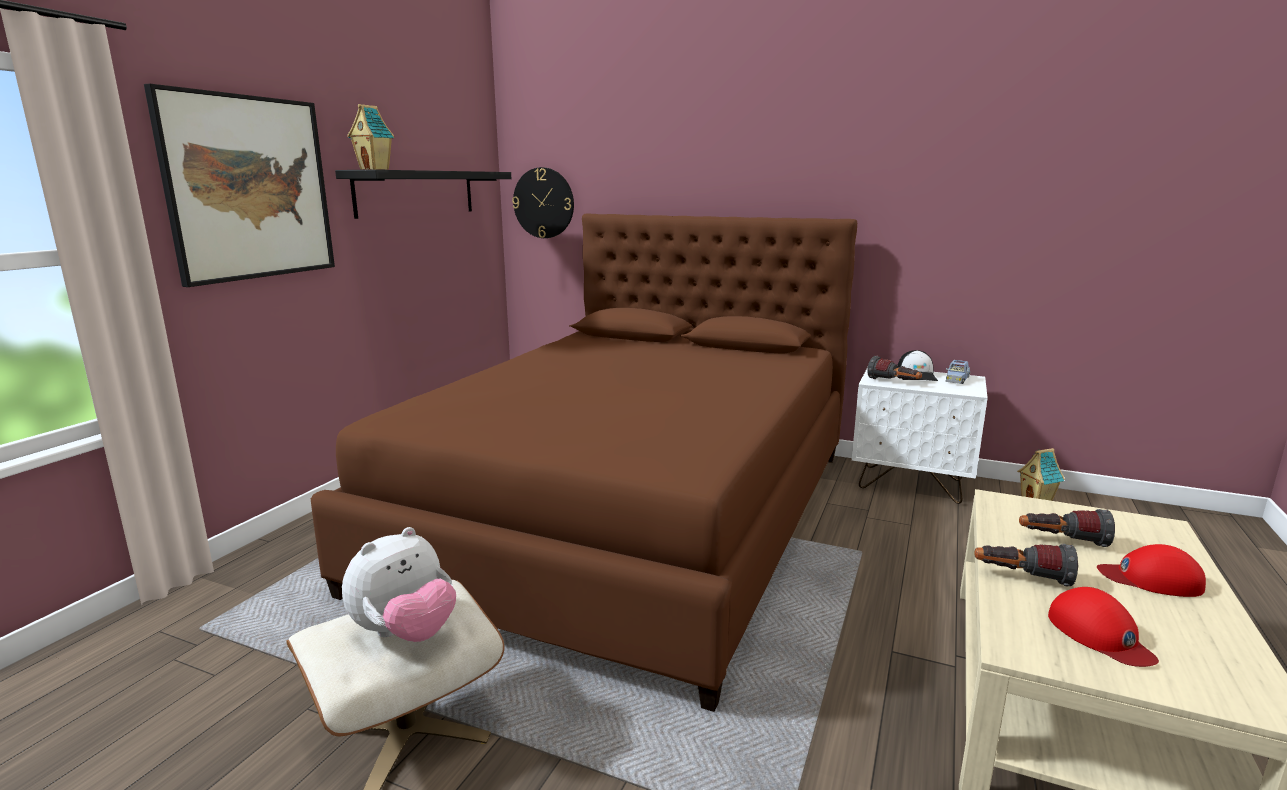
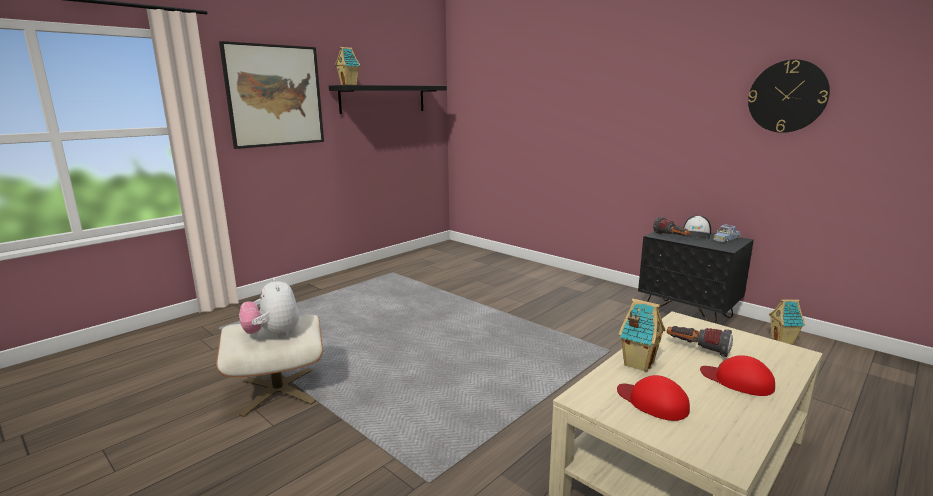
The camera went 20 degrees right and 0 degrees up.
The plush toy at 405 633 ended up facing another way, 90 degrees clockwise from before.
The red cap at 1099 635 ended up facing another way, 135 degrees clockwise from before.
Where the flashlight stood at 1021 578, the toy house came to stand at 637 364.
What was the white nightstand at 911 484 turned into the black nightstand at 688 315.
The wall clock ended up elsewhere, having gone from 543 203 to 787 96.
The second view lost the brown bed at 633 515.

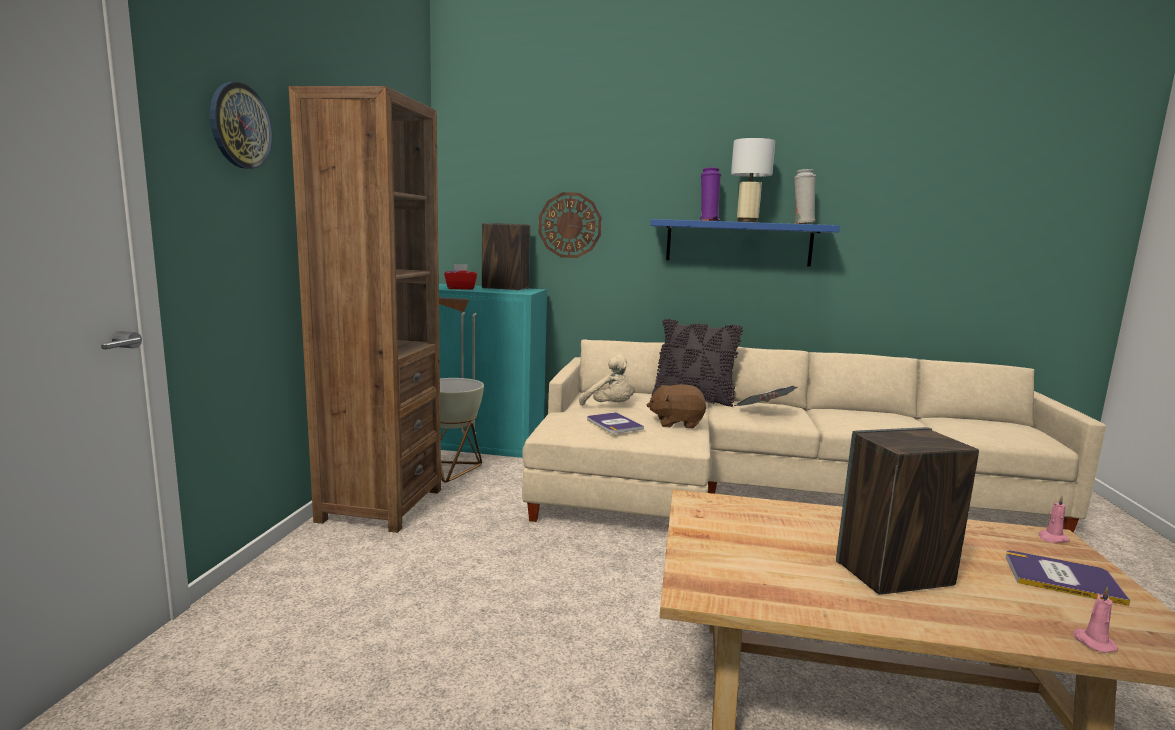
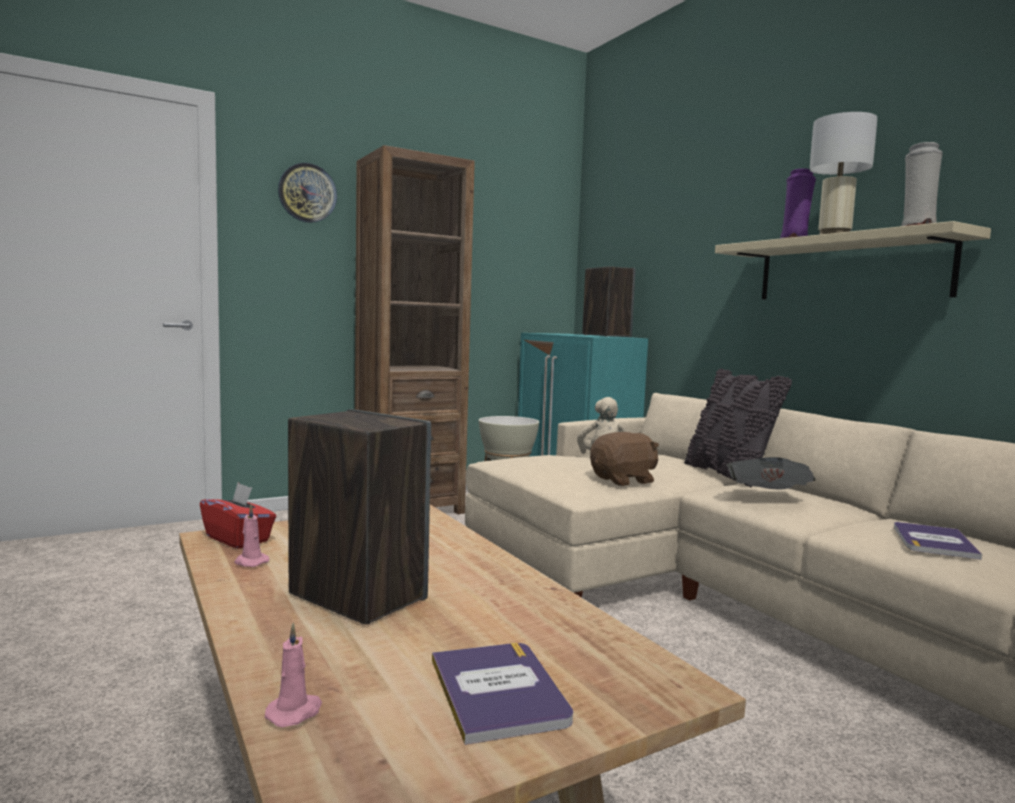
The camera went 50 degrees right and 5 degrees down.
The red tissue box ended up elsewhere, having gone from 460 288 to 238 539.
The pink candle ended up elsewhere, having gone from 1052 538 to 250 562.
The brown plush toy at 676 423 ended up facing another way, 105 degrees clockwise from before.
What was the blue shelf at 738 243 turned into the beige shelf at 849 269.
The book ended up elsewhere, having gone from 614 424 to 933 541.
The second view lost the wall clock at 570 225.

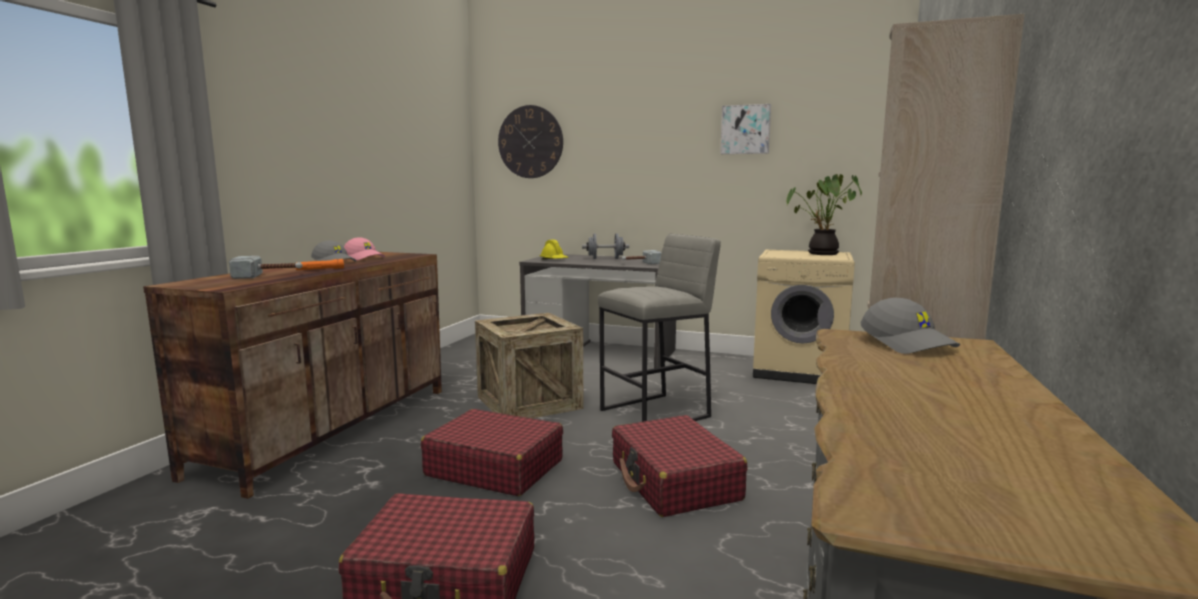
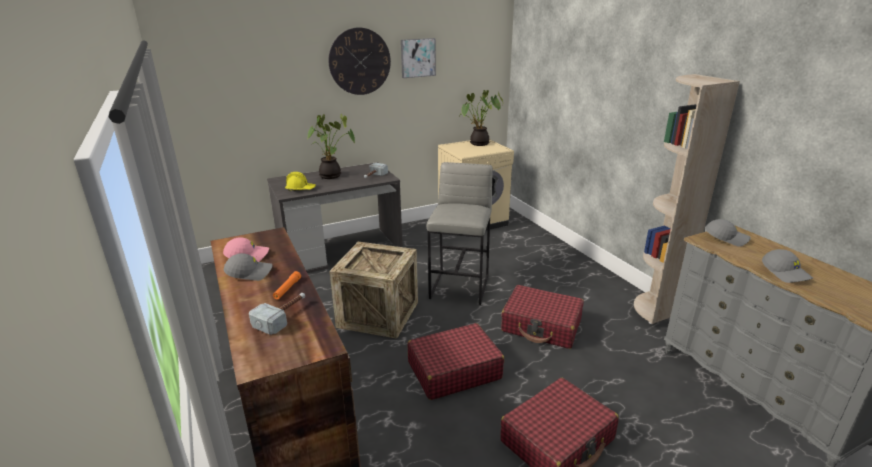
The camera went 45 degrees left and 15 degrees up.
Where the grey dumbbell stood at 605 258, the potted plant came to stand at 332 176.
The wall clock ended up elsewhere, having gone from 530 142 to 359 61.
The second view gained the grey cap at 786 273.

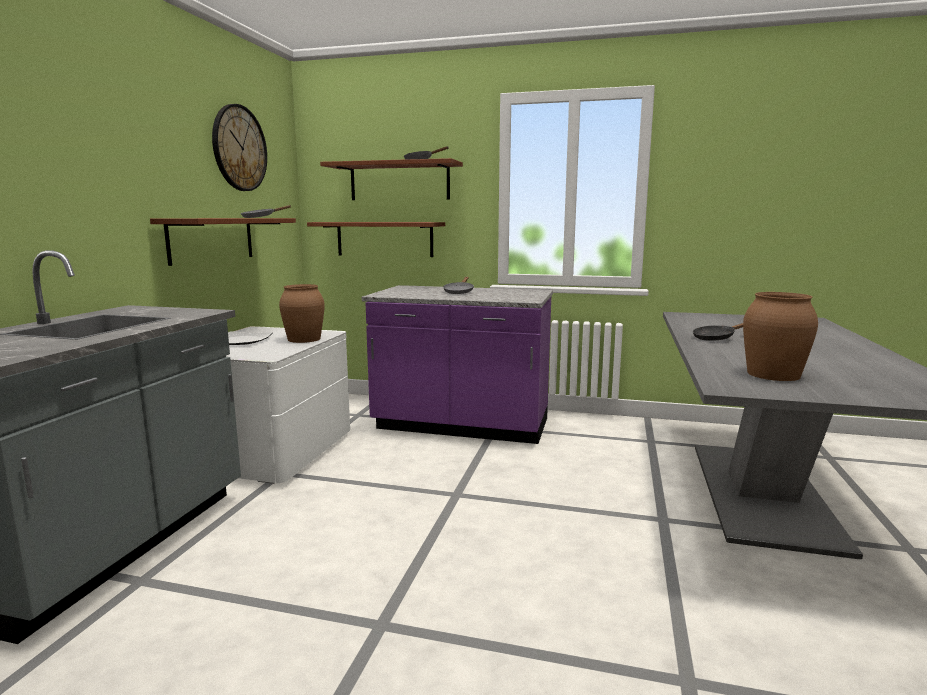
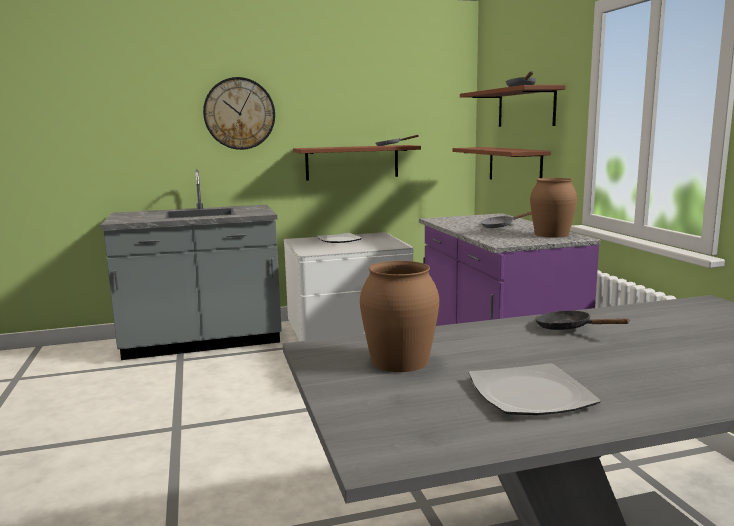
The camera went 60 degrees right and 0 degrees up.
The wall clock ended up elsewhere, having gone from 239 148 to 239 113.
The second view gained the plate at 530 394.
The brown vase ended up elsewhere, having gone from 304 339 to 552 234.

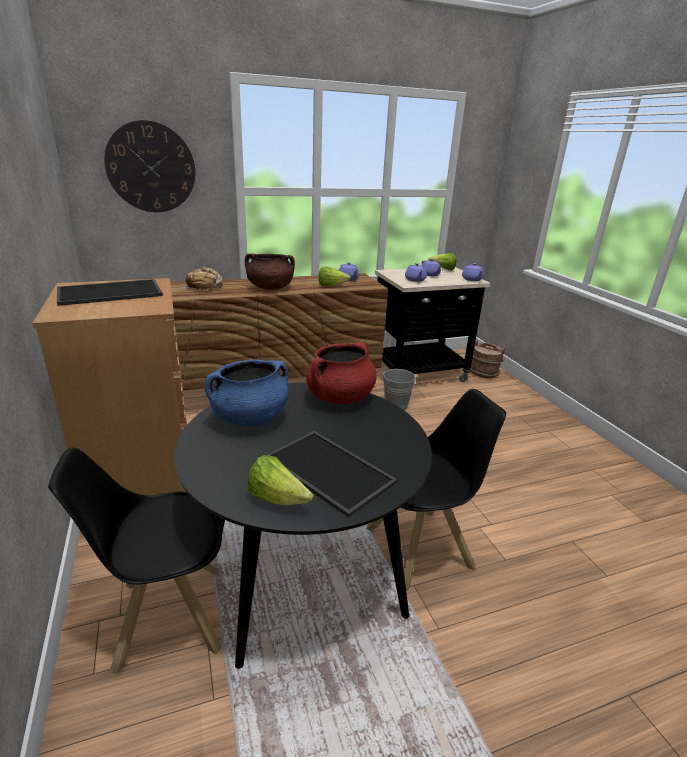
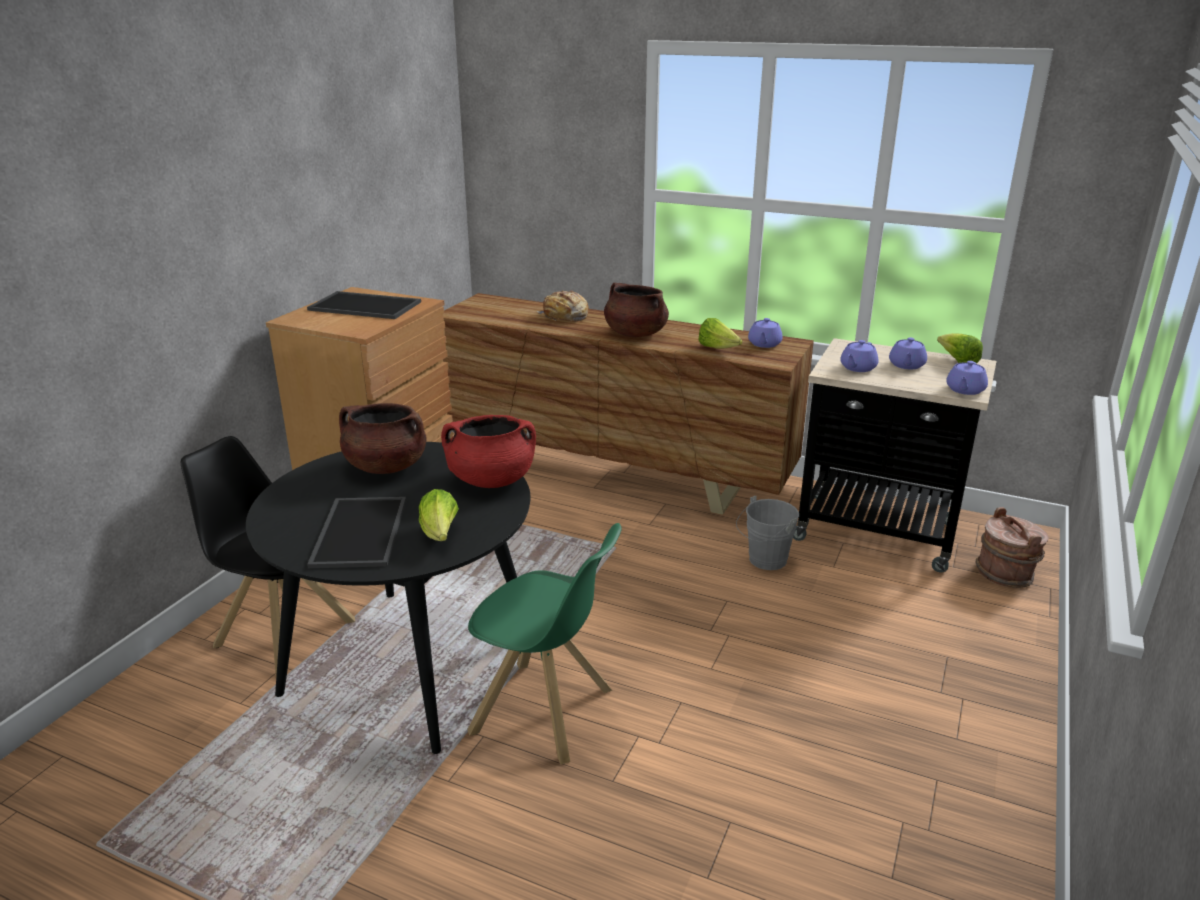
The camera went 45 degrees right and 0 degrees up.
What was the blue cooking pot at 250 418 turned into the brown cooking pot at 385 466.
The lettuce ended up elsewhere, having gone from 277 498 to 440 534.
What was the black chair at 421 546 turned into the green chair at 545 712.
The second view lost the wall clock at 151 167.

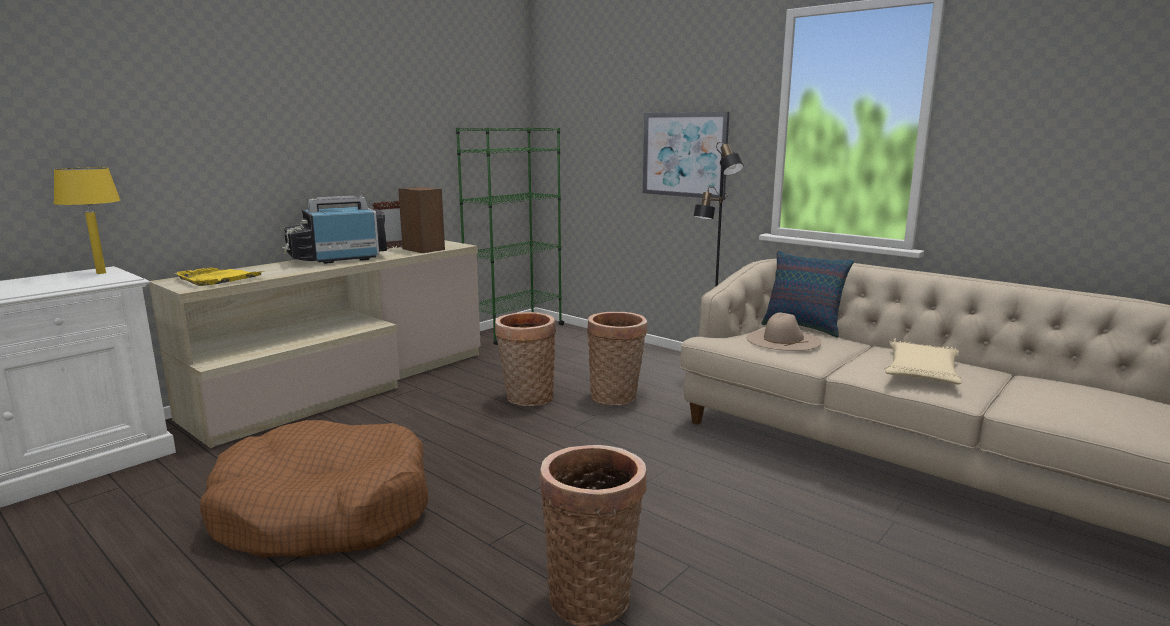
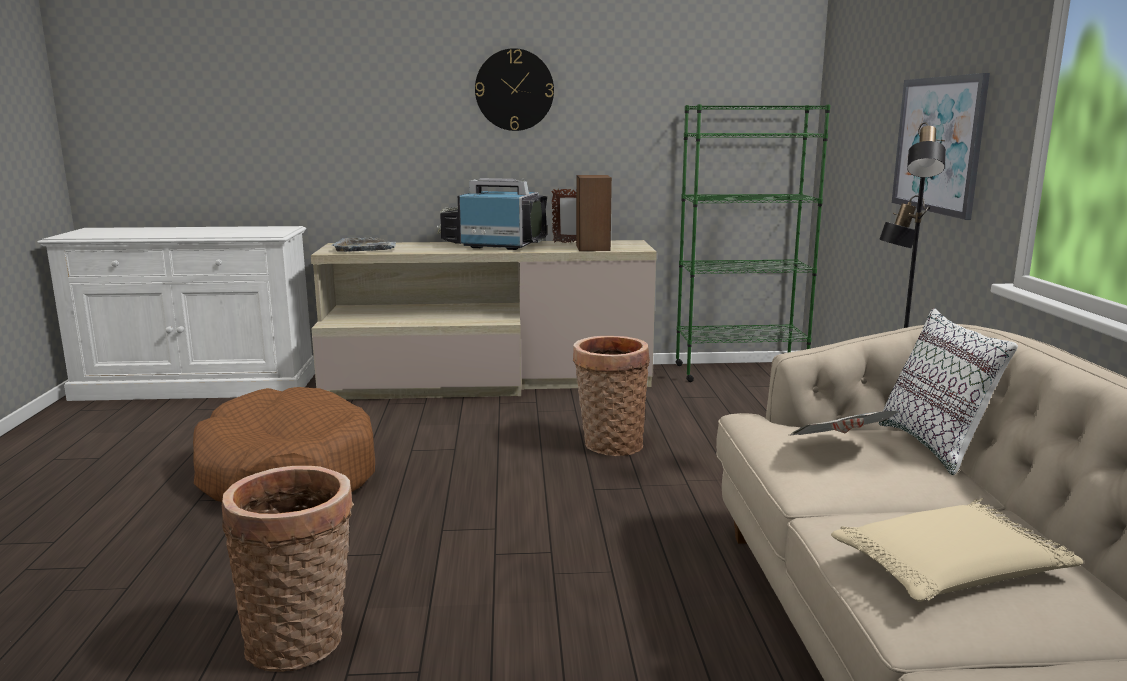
The camera went 45 degrees right and 0 degrees up.
What was the yellow tray at 218 279 turned into the grey tray at 366 248.
The second view gained the wall clock at 514 90.
Where the beige hat stood at 783 340, the newspaper came to stand at 839 449.
What was the blue pillow at 802 328 turned into the white pillow at 932 447.
The second view lost the yellow table lamp at 100 273.
The second view lost the basket at 616 397.

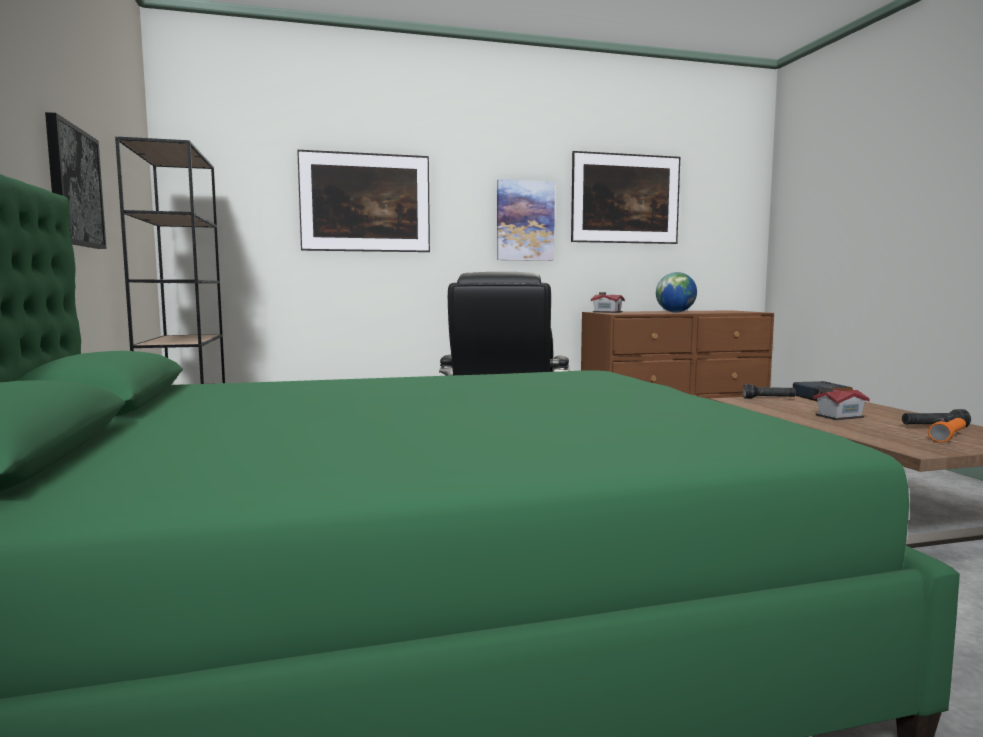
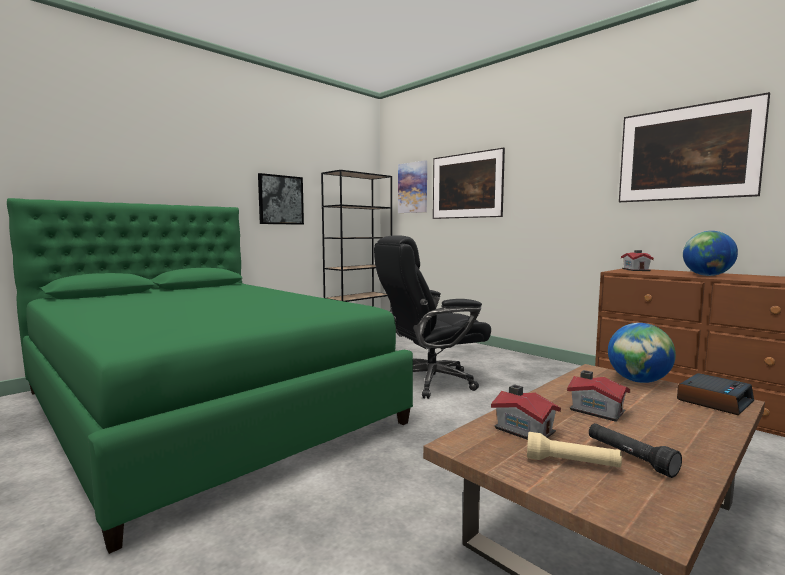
The camera went 60 degrees right and 0 degrees up.
The picture ended up elsewhere, having gone from 525 221 to 413 187.
The second view gained the toy house at 524 429.
What was the orange flashlight at 948 437 turned into the beige flashlight at 572 463.
Where the black flashlight stood at 769 398, the globe came to stand at 638 381.

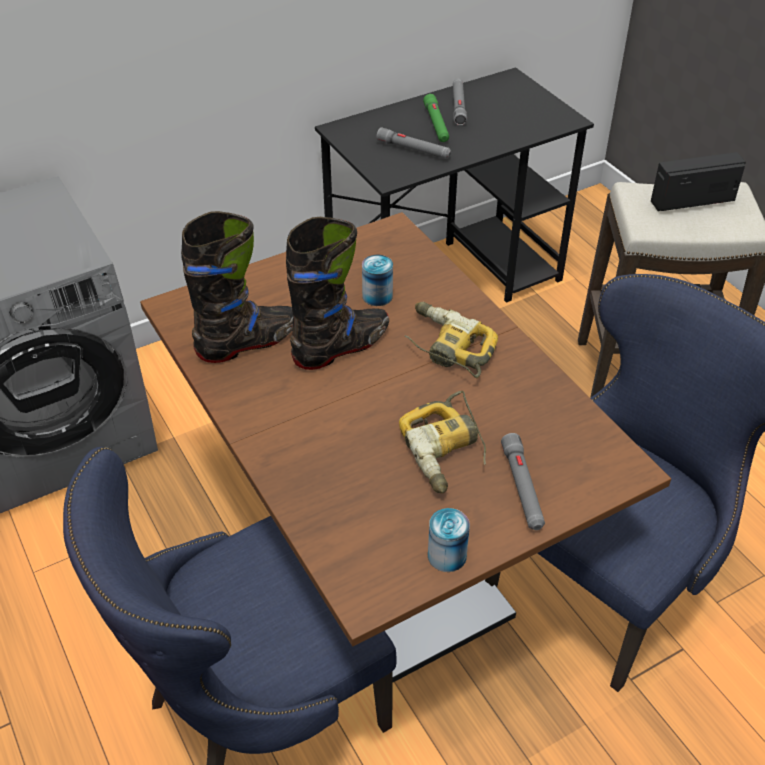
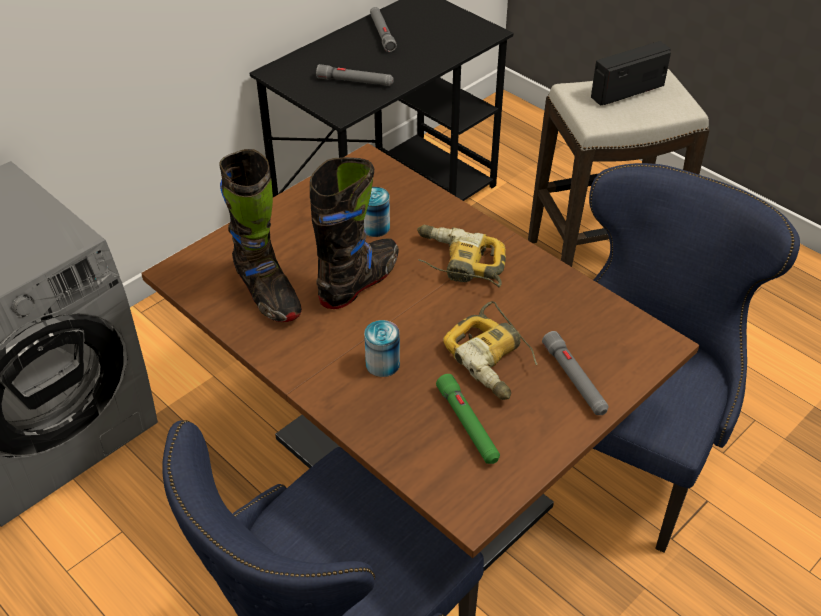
The camera went 15 degrees left and 0 degrees up.
The black boot at 248 342 ended up facing another way, 105 degrees clockwise from before.
The can ended up elsewhere, having gone from 447 555 to 382 364.
The green flashlight ended up elsewhere, having gone from 436 124 to 468 425.

